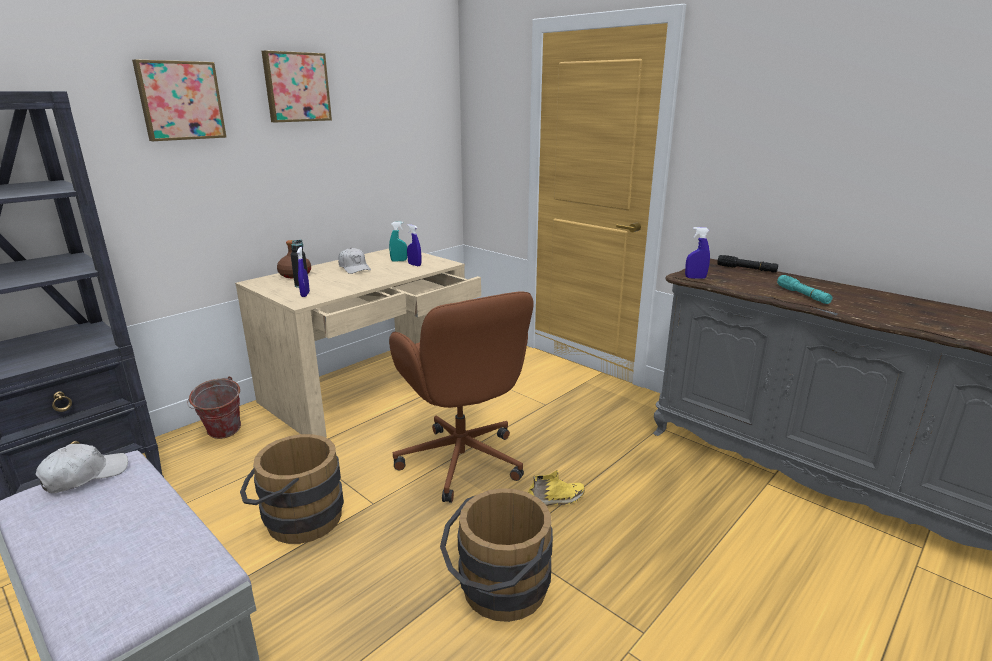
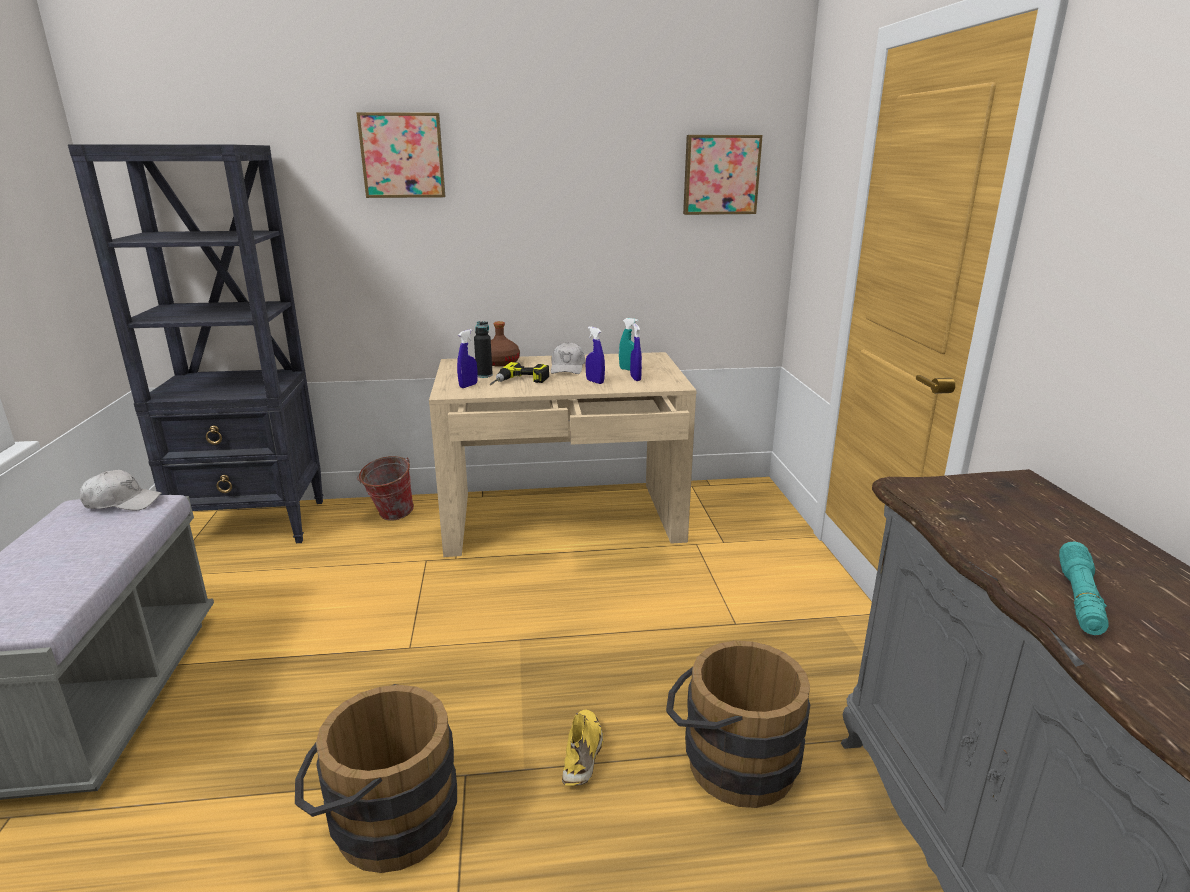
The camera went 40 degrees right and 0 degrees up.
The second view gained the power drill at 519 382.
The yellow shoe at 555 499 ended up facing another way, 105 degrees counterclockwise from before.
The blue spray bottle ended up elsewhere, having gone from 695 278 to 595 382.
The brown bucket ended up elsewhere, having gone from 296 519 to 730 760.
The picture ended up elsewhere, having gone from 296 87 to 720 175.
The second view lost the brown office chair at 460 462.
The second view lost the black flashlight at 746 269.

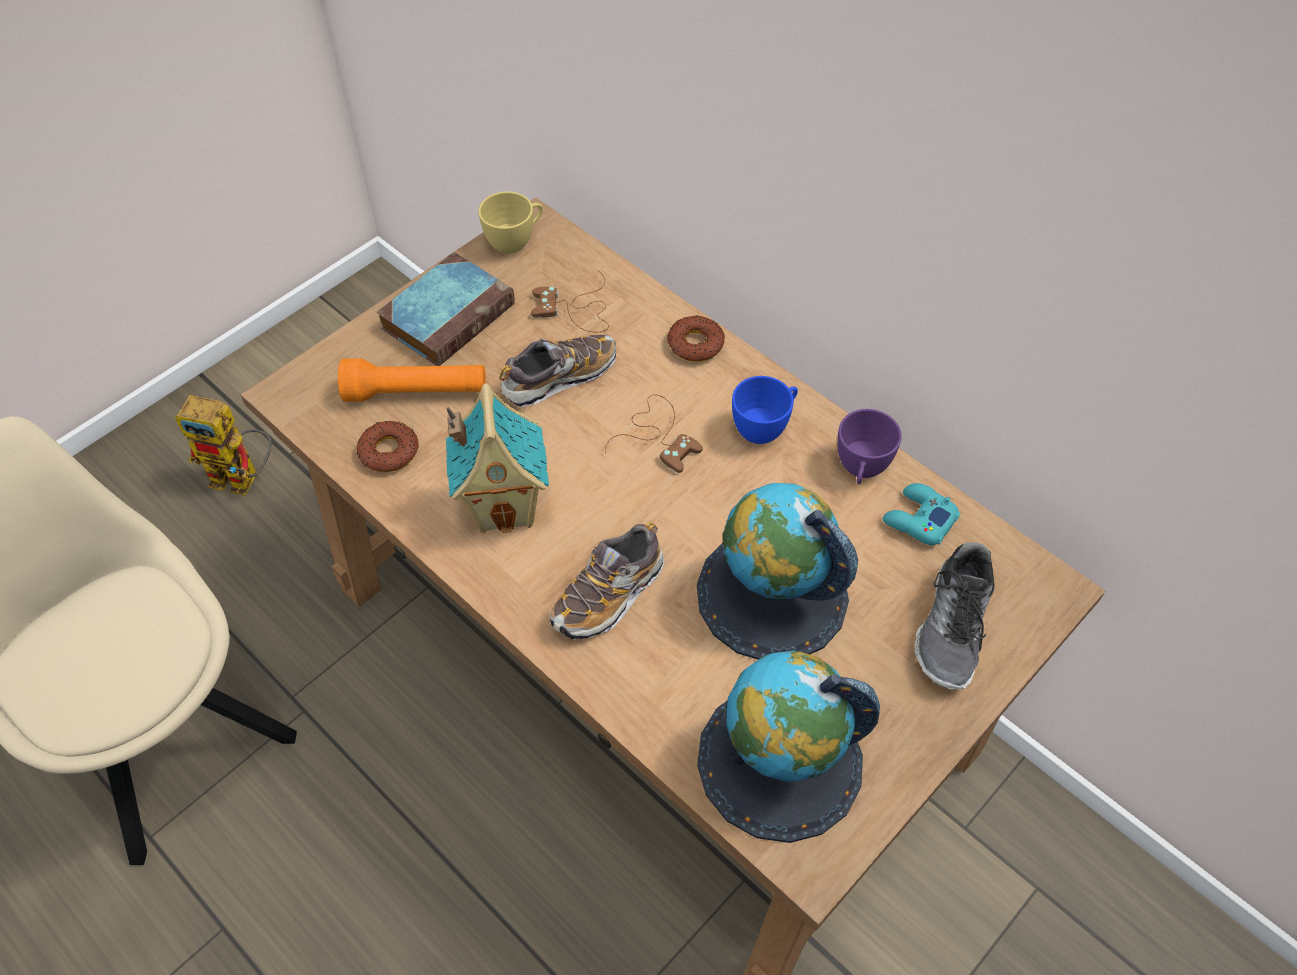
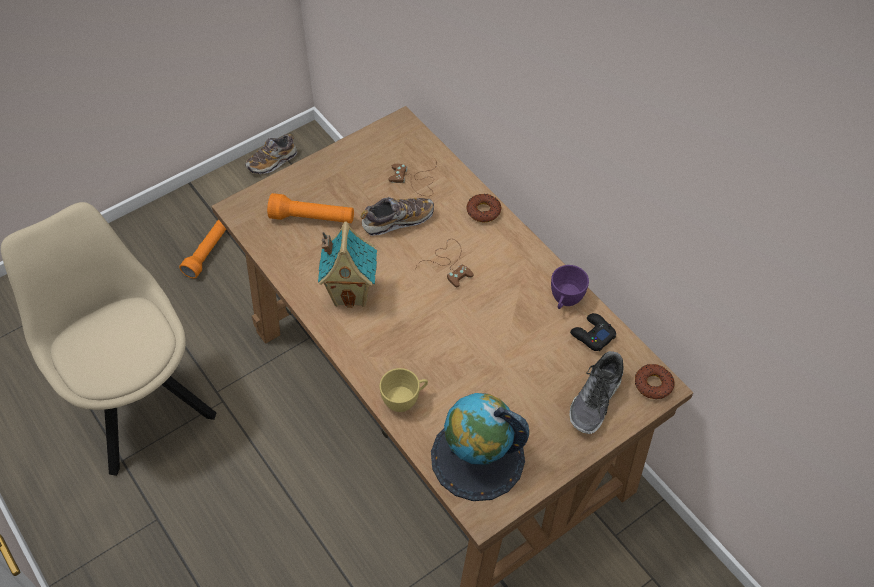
The camera went 10 degrees right and 0 degrees up.
Where the toy robot stood at 245 478, the orange flashlight came to stand at 207 253.
The shoe ended up elsewhere, having gone from 609 595 to 272 161.
The yellow cup ended up elsewhere, having gone from 515 241 to 405 400.
What was the turquoise game controller at 918 519 turned into the black game controller at 592 335.
The donut ended up elsewhere, having gone from 389 451 to 653 384.
The second view lost the book at 449 314.
The second view lost the globe at 771 594.
The second view lost the blue cup at 765 427.

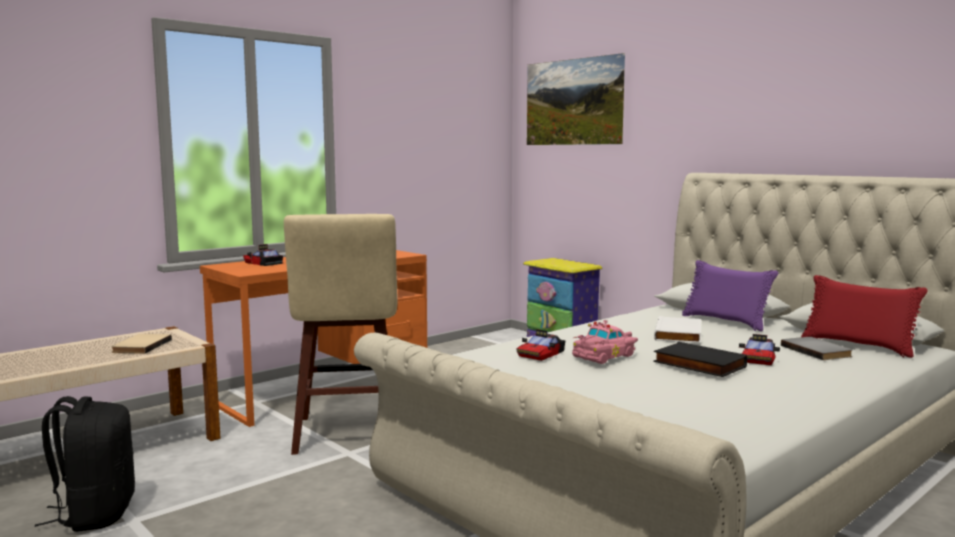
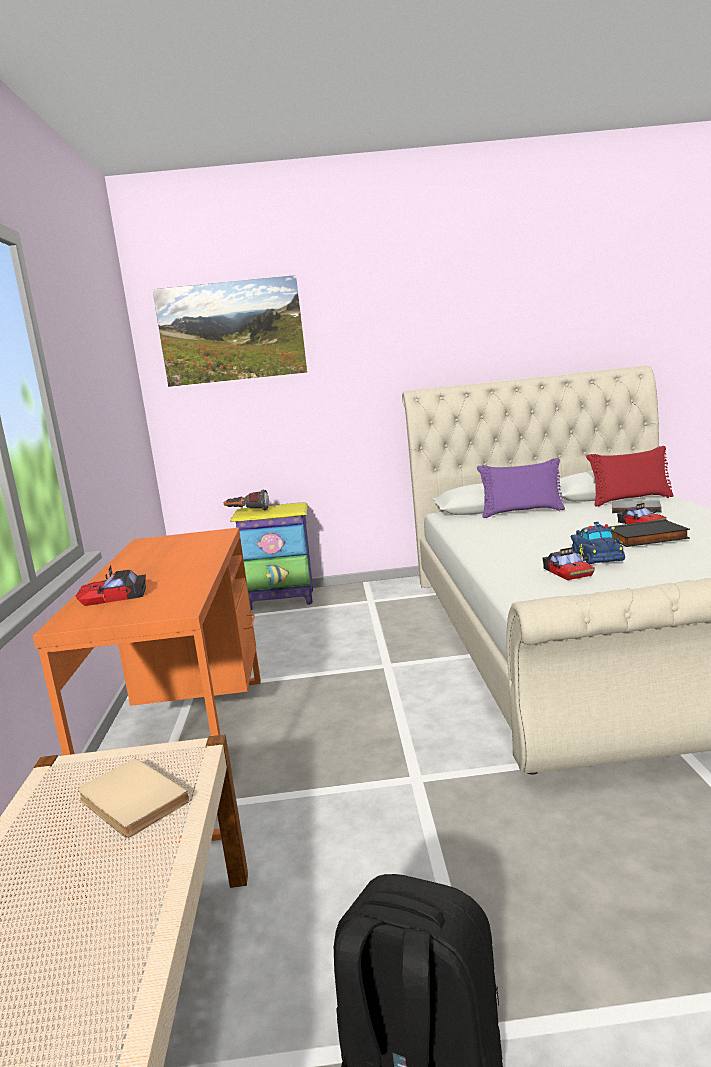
The camera went 50 degrees left and 5 degrees up.
The second view gained the flashlight at 247 511.
What was the pink toy car at 605 356 turned into the blue toy car at 597 555.
The second view lost the beige stool at 348 435.
The second view lost the white book at 680 334.

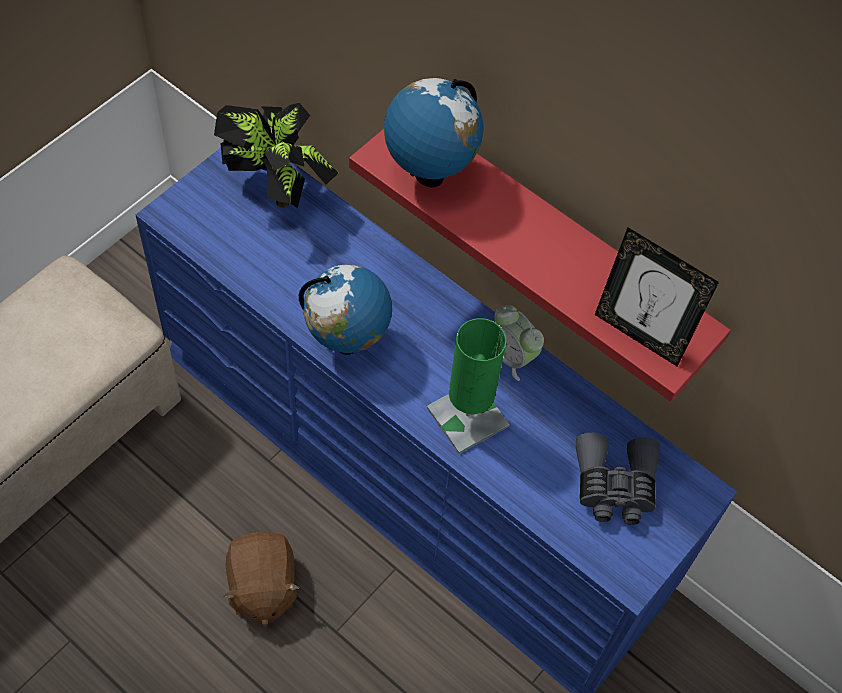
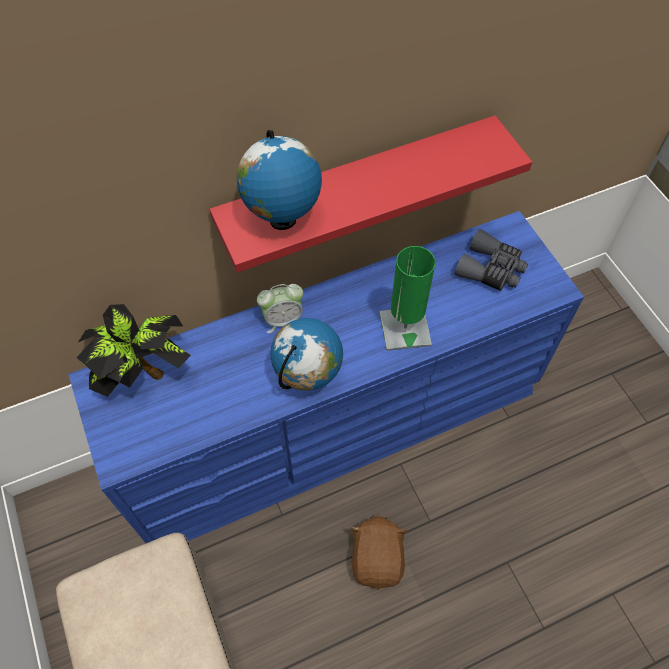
The camera went 60 degrees left and 0 degrees up.
The alarm clock ended up elsewhere, having gone from 511 357 to 283 320.
The brown plush toy at 262 587 ended up facing another way, 105 degrees counterclockwise from before.
The second view lost the picture frame at 639 334.

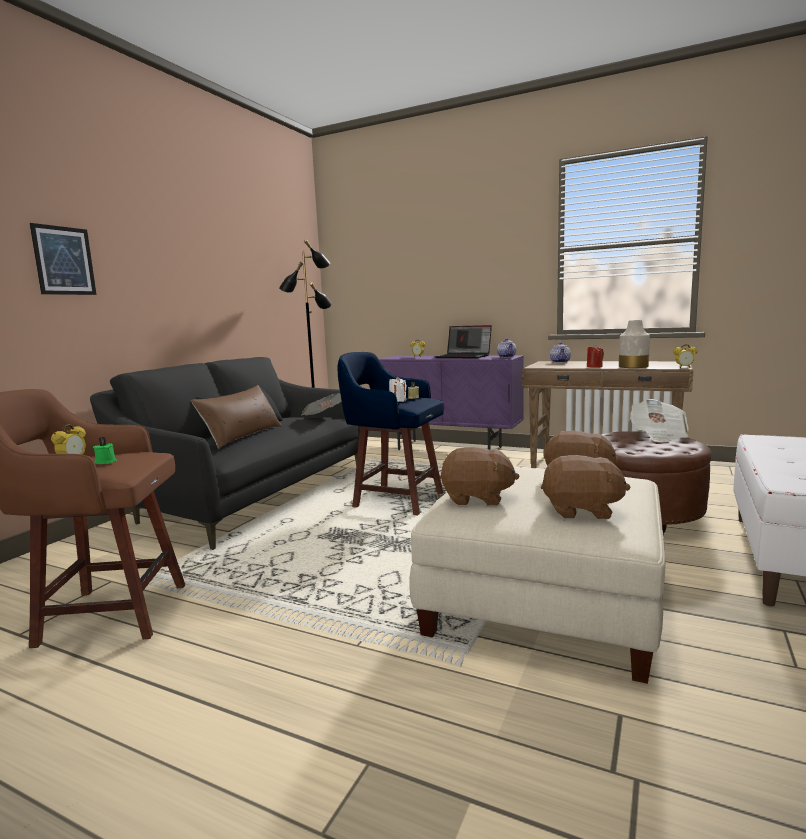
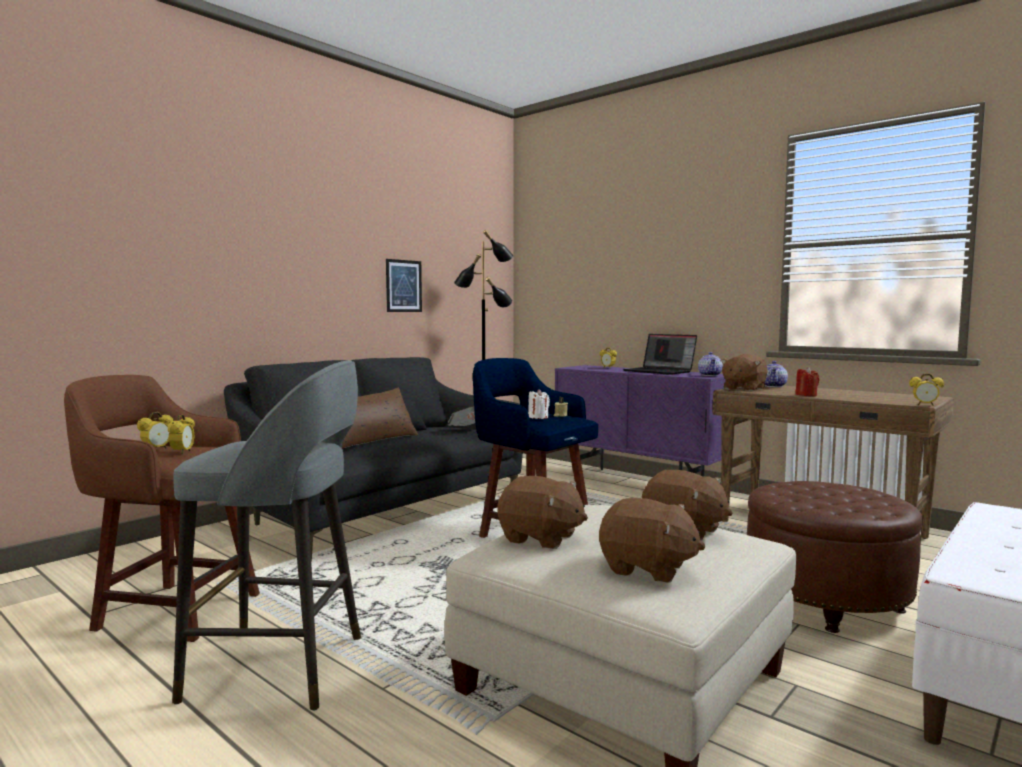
The camera went 15 degrees right and 5 degrees down.
Where the green candle stood at 106 462, the alarm clock came to stand at 182 452.
The second view gained the grey stool at 281 669.
The picture ended up elsewhere, having gone from 64 260 to 403 286.
The second view gained the brown plush toy at 743 389.
The second view lost the beige vase at 633 366.
The second view lost the newspaper at 658 435.

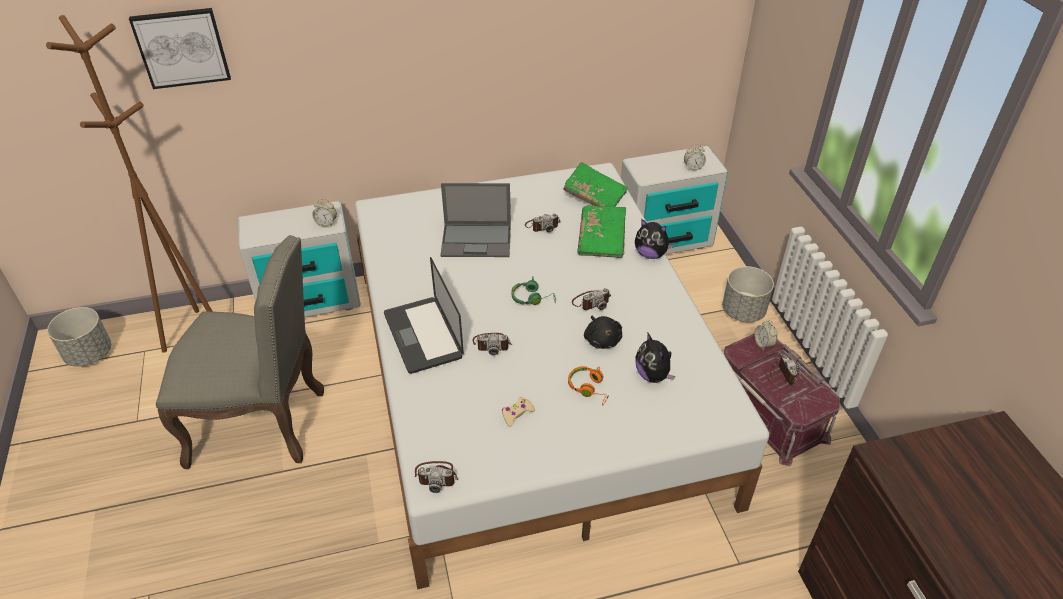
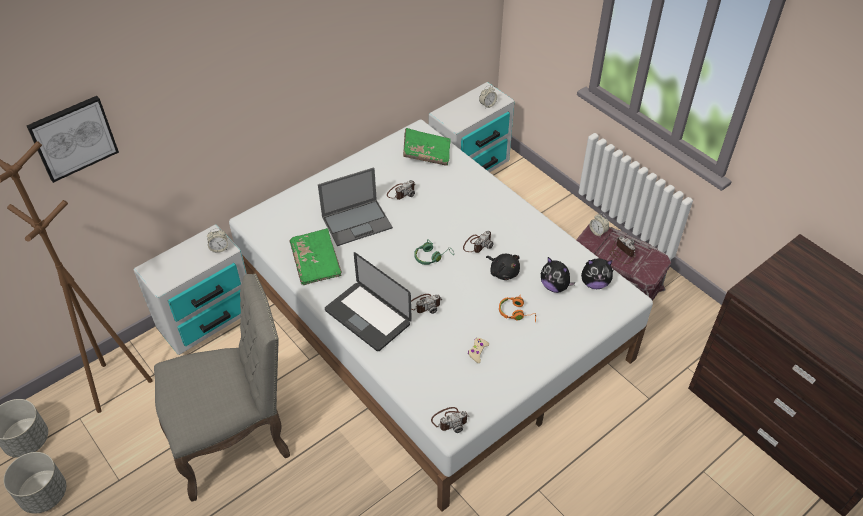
The camera went 25 degrees left and 5 degrees up.
The grey planter ended up elsewhere, having gone from 743 311 to 44 494.
The green book ended up elsewhere, having gone from 602 240 to 316 263.
The plush toy ended up elsewhere, having gone from 650 254 to 594 283.

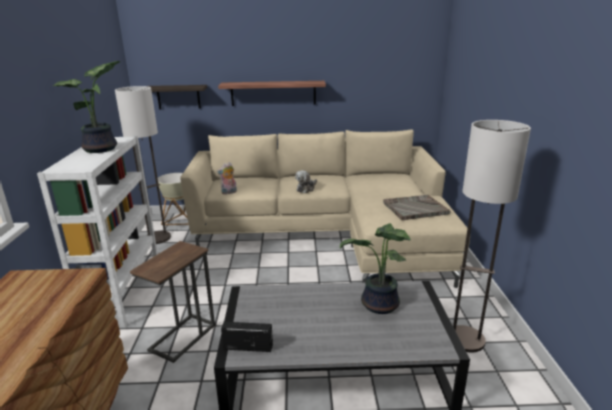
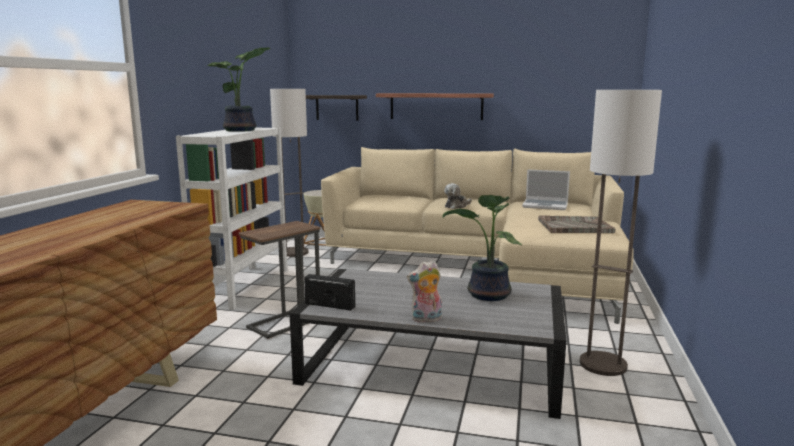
The camera went 15 degrees right and 10 degrees down.
The plush toy ended up elsewhere, having gone from 229 192 to 426 319.
The second view gained the laptop at 546 206.

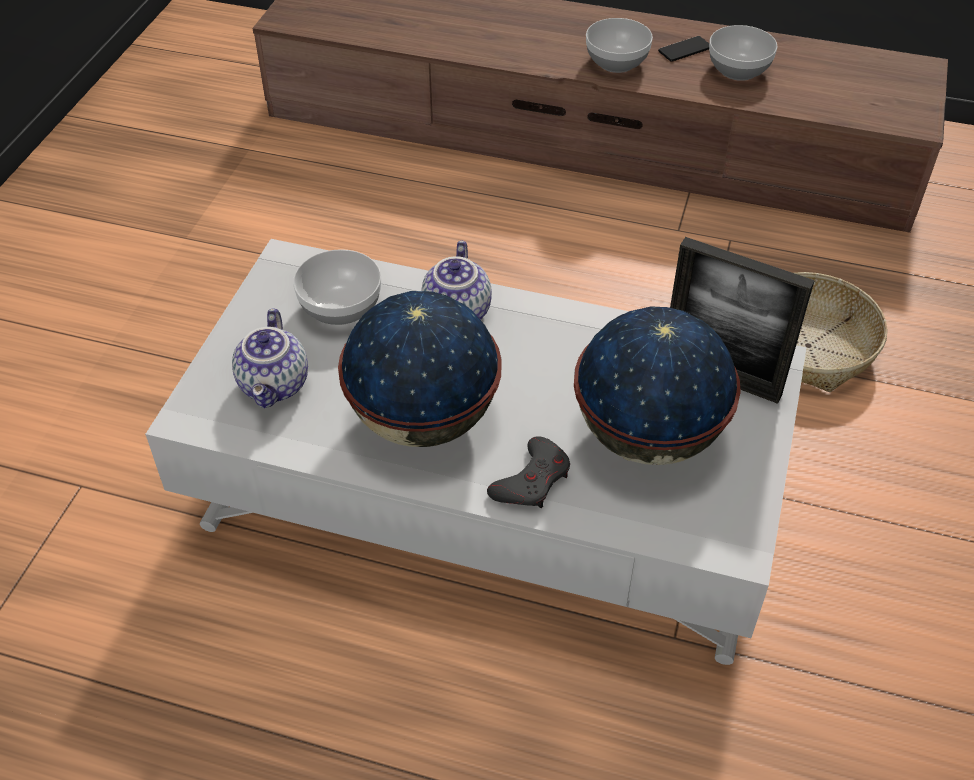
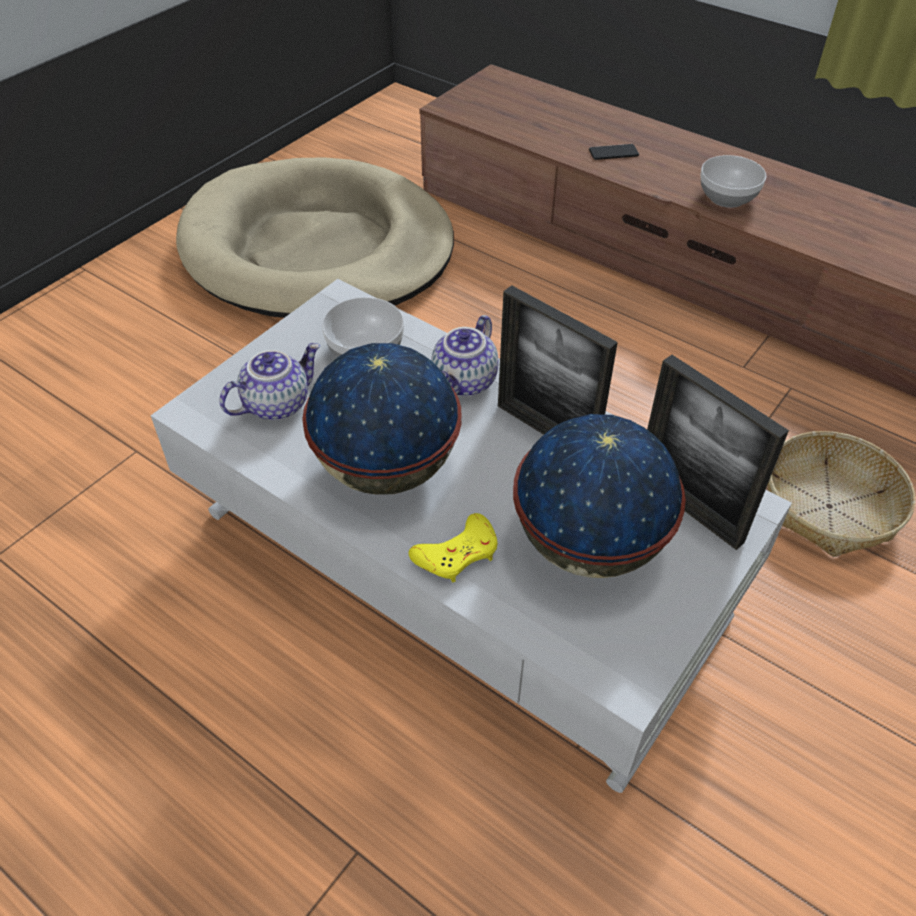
The camera went 20 degrees right and 0 degrees up.
The second view gained the beige dog bed at 318 249.
The teapot at 276 385 ended up facing another way, 150 degrees counterclockwise from before.
What was the grey game controller at 532 480 turned into the yellow game controller at 457 553.
The second view gained the picture frame at 546 430.
The phone ended up elsewhere, having gone from 685 49 to 613 153.
The second view lost the bowl at 738 70.

